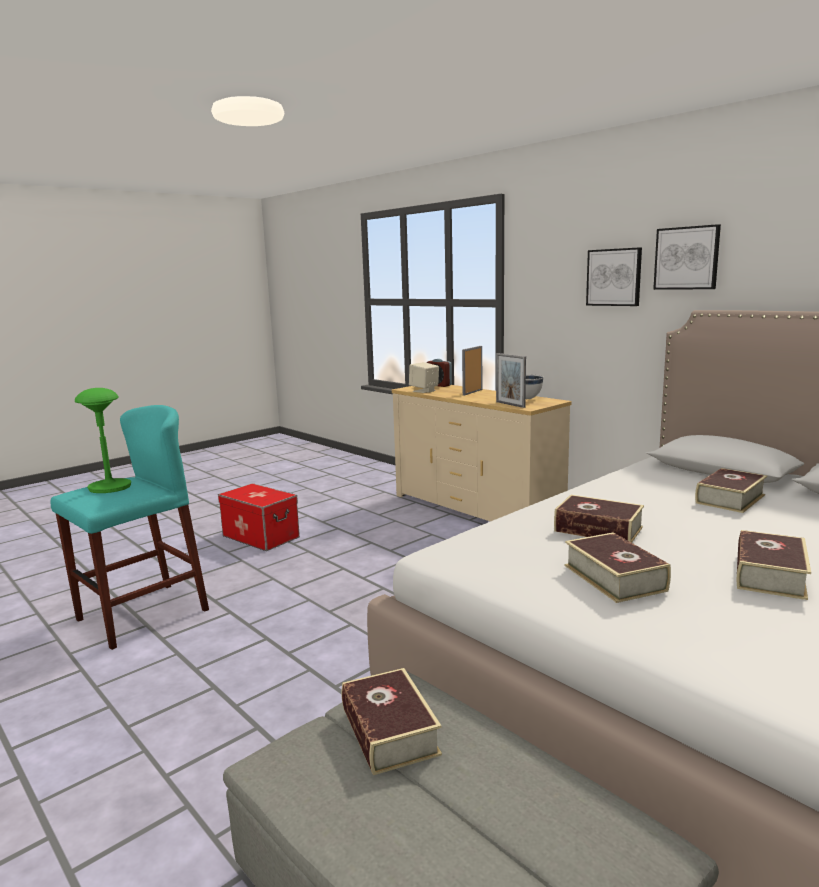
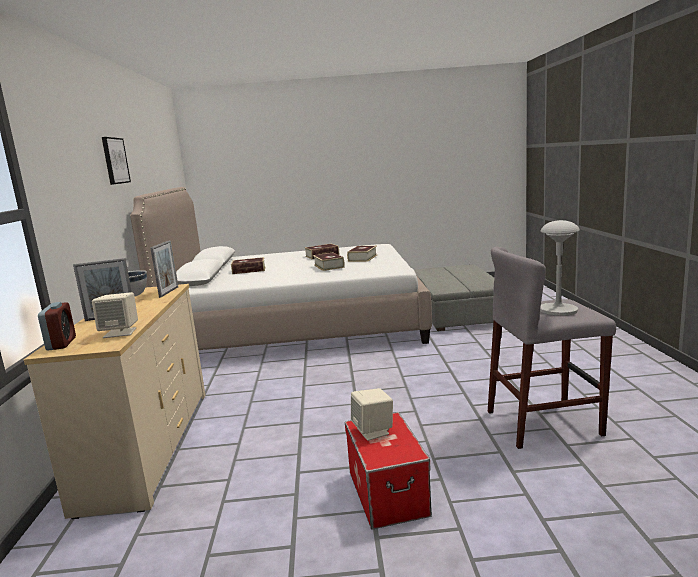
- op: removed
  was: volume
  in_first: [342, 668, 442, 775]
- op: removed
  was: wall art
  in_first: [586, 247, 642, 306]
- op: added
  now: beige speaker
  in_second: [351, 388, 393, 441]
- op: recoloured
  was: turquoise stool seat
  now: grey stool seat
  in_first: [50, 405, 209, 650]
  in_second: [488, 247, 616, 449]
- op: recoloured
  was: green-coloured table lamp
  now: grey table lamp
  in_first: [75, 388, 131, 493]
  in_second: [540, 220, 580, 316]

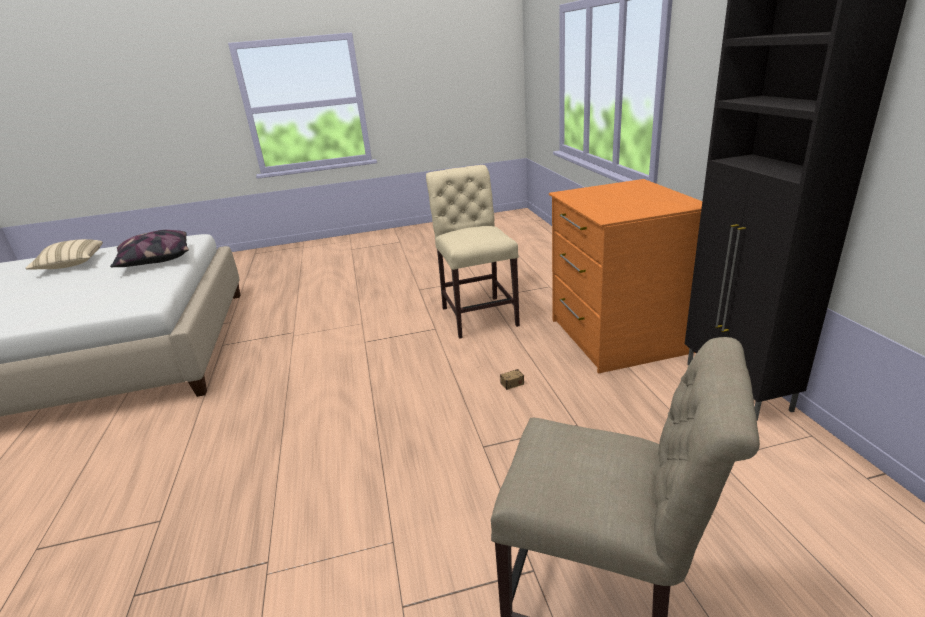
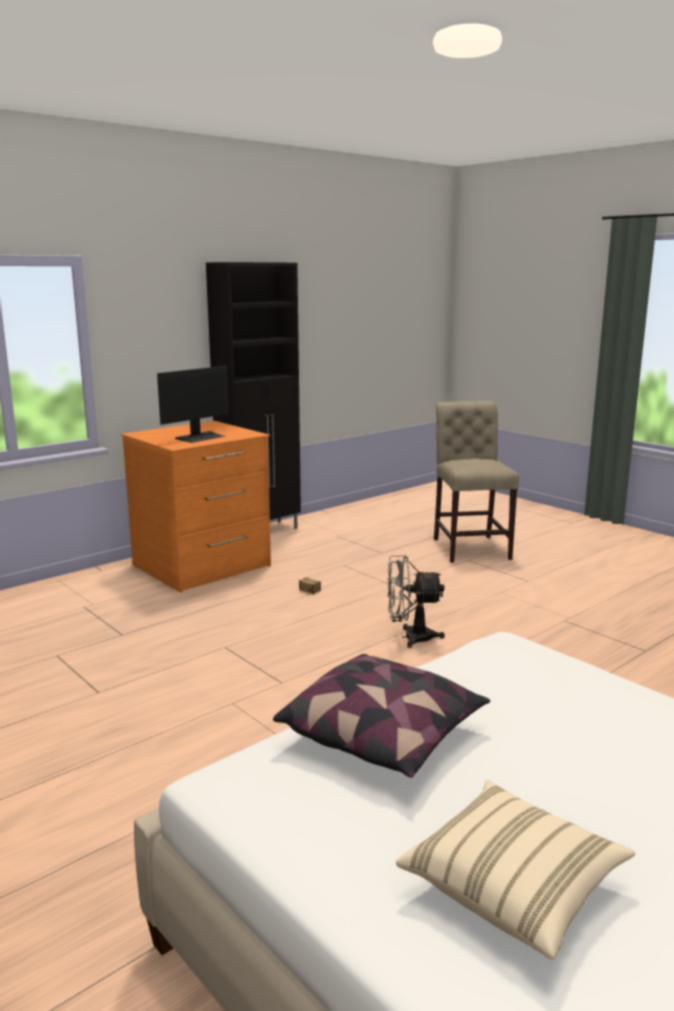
- op: removed
  was: beige chair
  in_first: [426, 165, 520, 339]
- op: added
  now: computer screen
  in_second: [157, 366, 228, 443]
- op: added
  now: grey fan
  in_second: [387, 555, 445, 648]

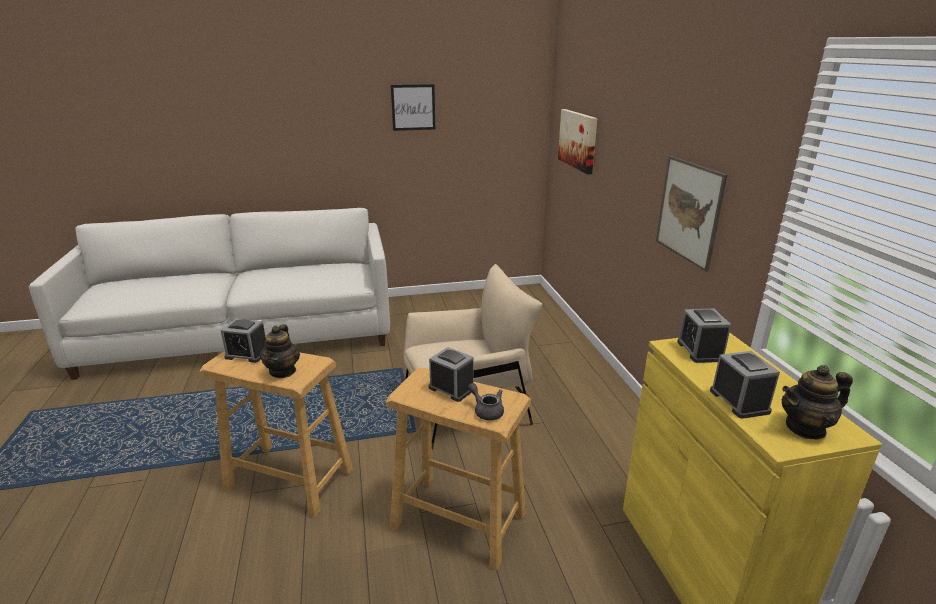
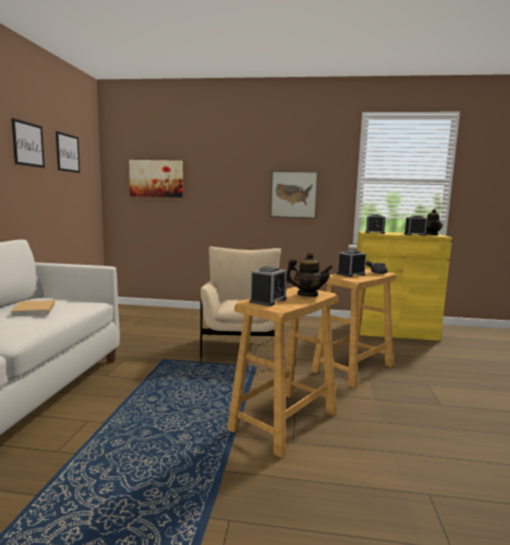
- op: added
  now: beige volume
  in_second: [11, 300, 55, 316]
- op: added
  now: wall art
  in_second: [56, 131, 80, 173]

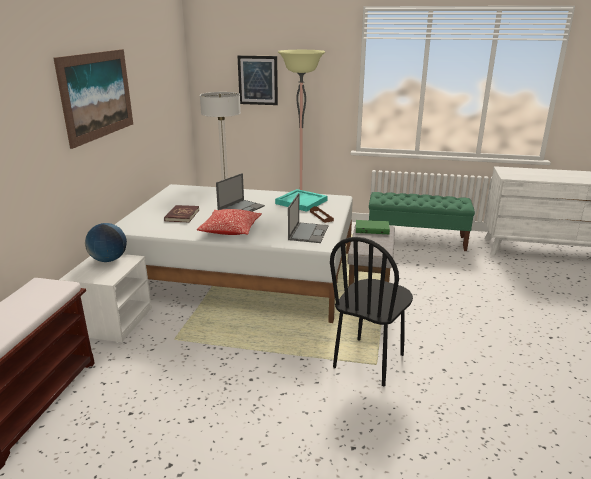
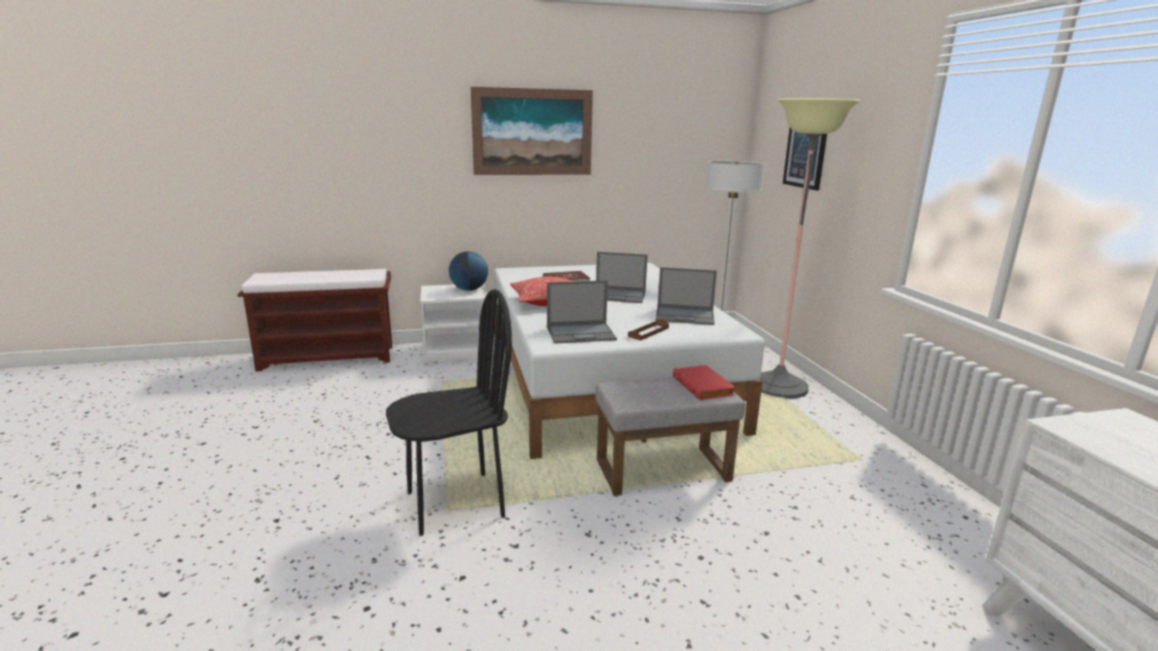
- op: removed
  was: green-coloured bench
  in_first: [369, 192, 475, 251]
- op: replaced
  was: turquoise carrying tray
  now: laptop
  in_first: [275, 189, 328, 212]
  in_second: [655, 267, 717, 325]
- op: recoloured
  was: green-coloured volume
  now: red volume
  in_first: [356, 220, 390, 234]
  in_second: [673, 365, 736, 400]
- op: turned
  was: black chair
  in_first: [330, 237, 413, 386]
  in_second: [386, 289, 512, 536]
  clockwise: 150

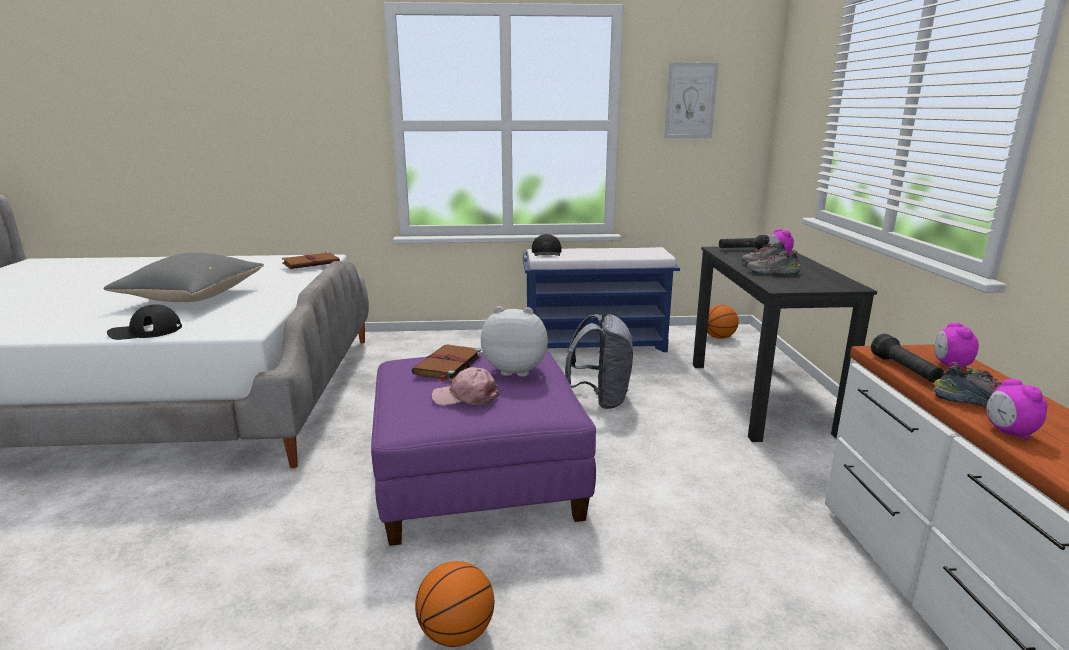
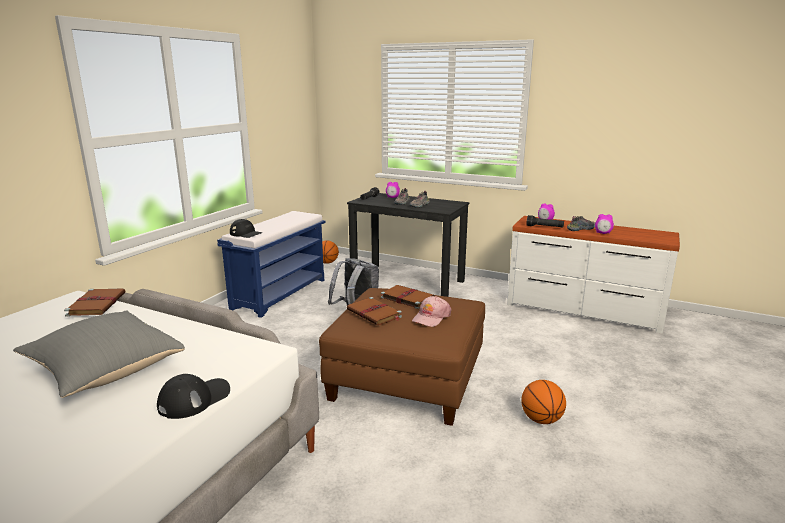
- op: removed
  was: wall art
  in_first: [664, 63, 718, 138]
- op: replaced
  was: cuddly toy
  now: brownish volume
  in_first: [481, 306, 548, 377]
  in_second: [381, 285, 435, 309]
- op: recoloured
  was: purplish pouffe
  now: brownish pouffe
  in_first: [371, 350, 596, 546]
  in_second: [319, 288, 485, 426]
- op: turned
  was: black cap
  in_first: [107, 304, 182, 340]
  in_second: [157, 374, 230, 419]
  clockwise: -150

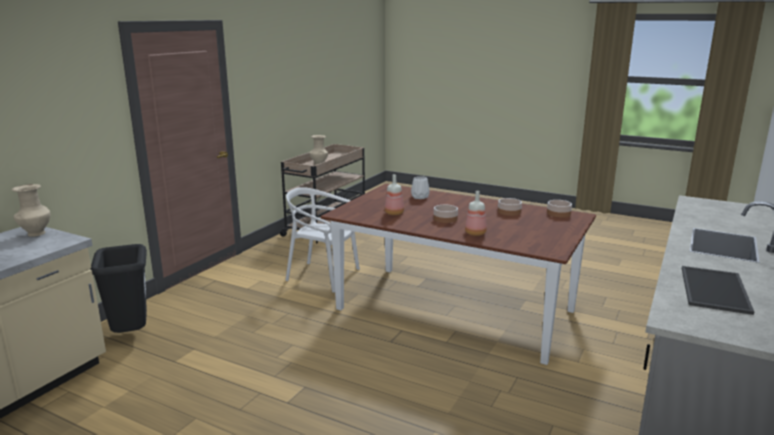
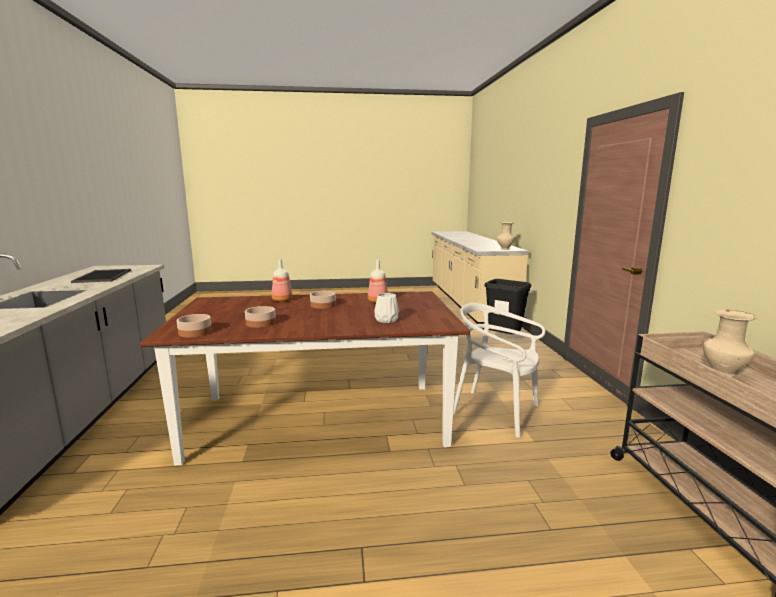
- op: turned
  was: white-coloured chair
  in_first: [285, 187, 360, 293]
  in_second: [453, 303, 546, 438]
  clockwise: -135

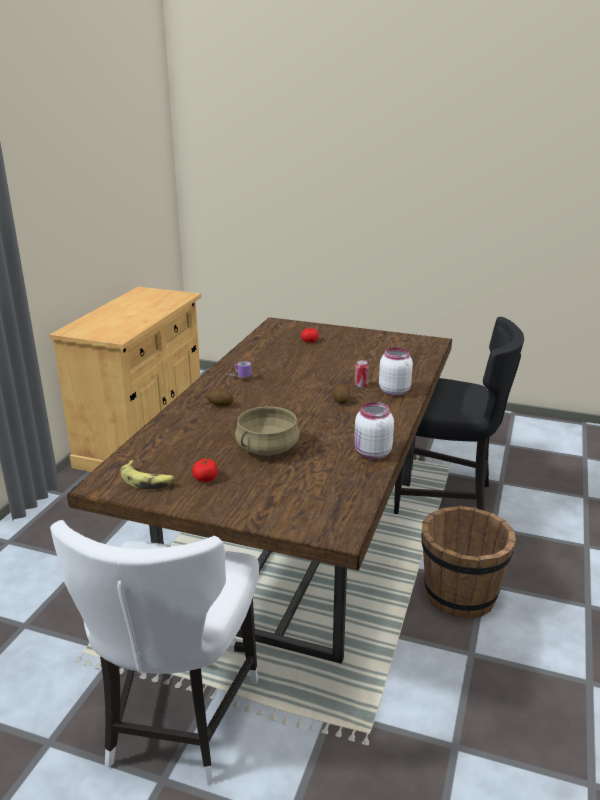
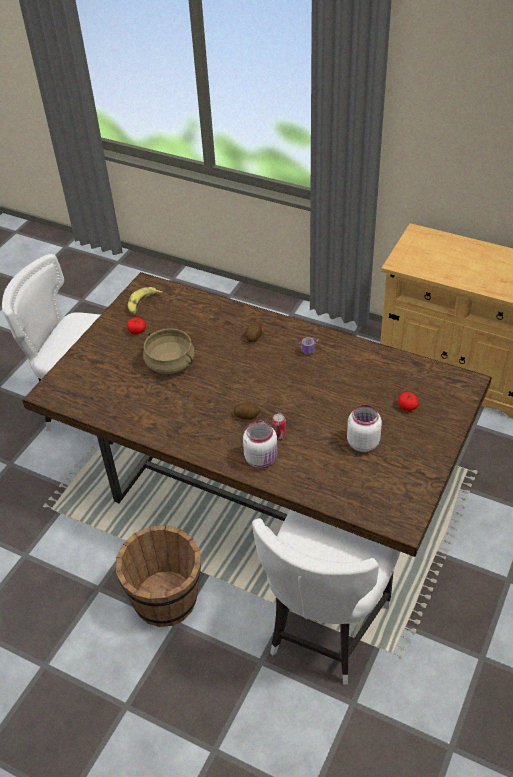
- op: moved
  was: white-coloured storage jar
  in_first: [354, 402, 394, 459]
  in_second: [347, 405, 382, 452]
- op: recoloured
  was: black chair
  now: white-coloured chair
  in_first: [394, 317, 524, 514]
  in_second: [252, 510, 400, 685]

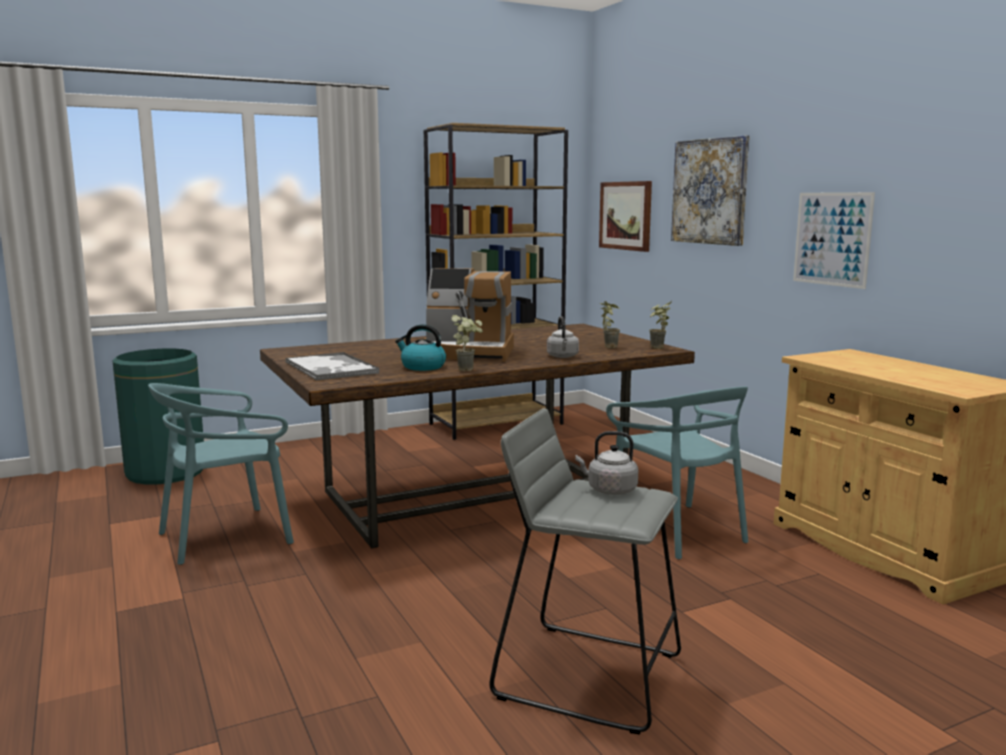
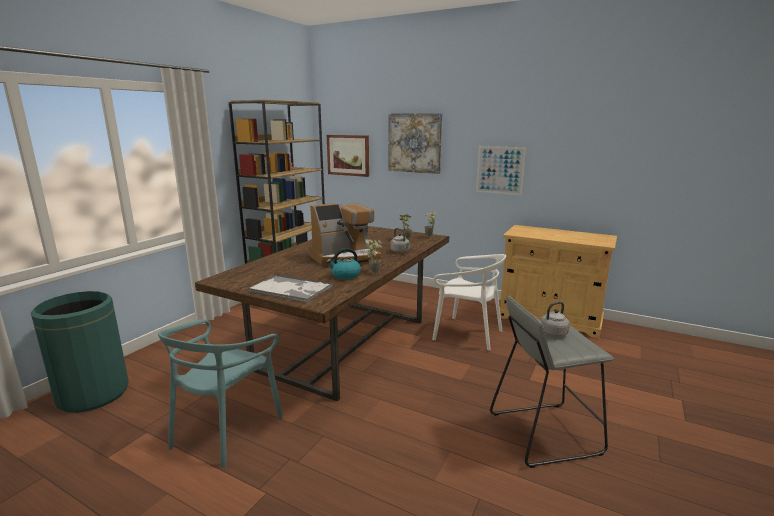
- op: recoloured
  was: turquoise chair
  now: white-coloured chair
  in_first: [606, 387, 748, 559]
  in_second: [432, 254, 506, 351]

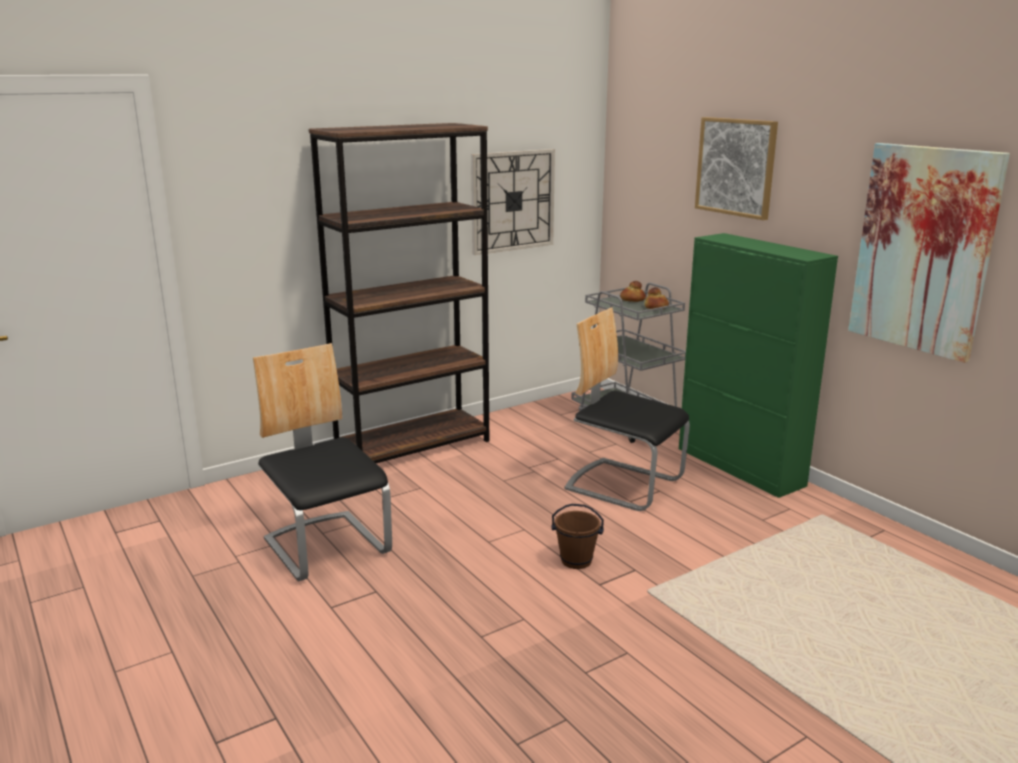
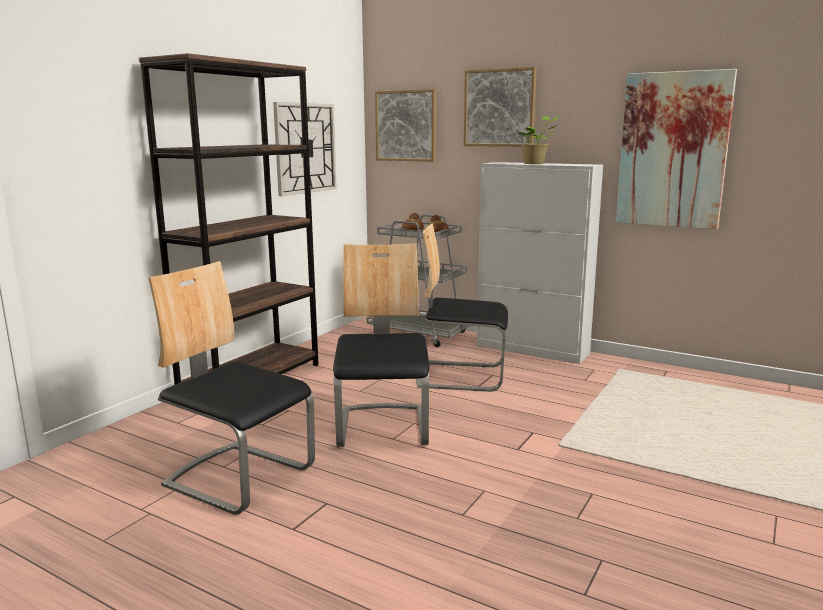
- op: removed
  was: brownish water bucket
  in_first: [552, 504, 604, 569]
- op: added
  now: chair
  in_second: [333, 243, 429, 447]
- op: added
  now: wall art
  in_second: [375, 89, 436, 162]
- op: added
  now: plant in a pot
  in_second: [518, 116, 560, 164]
- op: recoloured
  was: green-coloured cupboard
  now: white-coloured cupboard
  in_first: [679, 233, 838, 498]
  in_second: [477, 162, 603, 364]

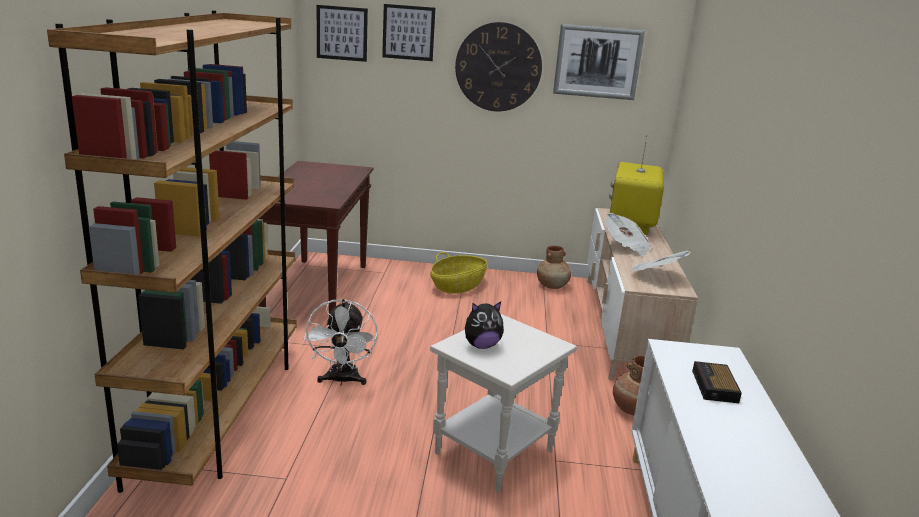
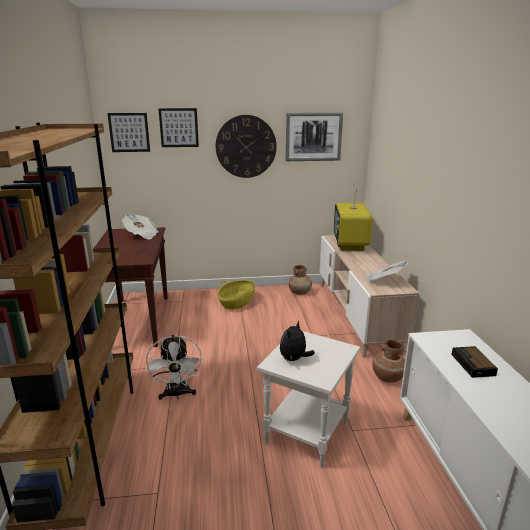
- op: moved
  was: newspaper
  in_first: [604, 213, 652, 257]
  in_second: [122, 214, 159, 239]
- op: turned
  was: cuddly toy
  in_first: [465, 301, 504, 349]
  in_second: [280, 321, 315, 362]
  clockwise: 150

